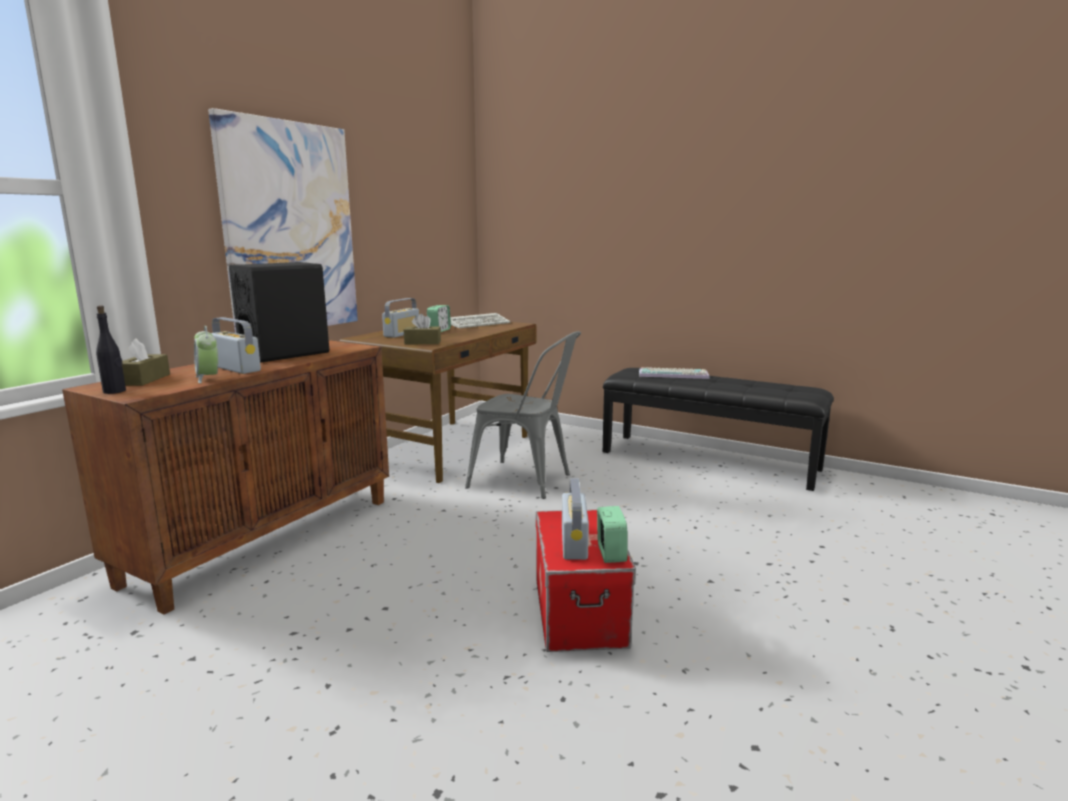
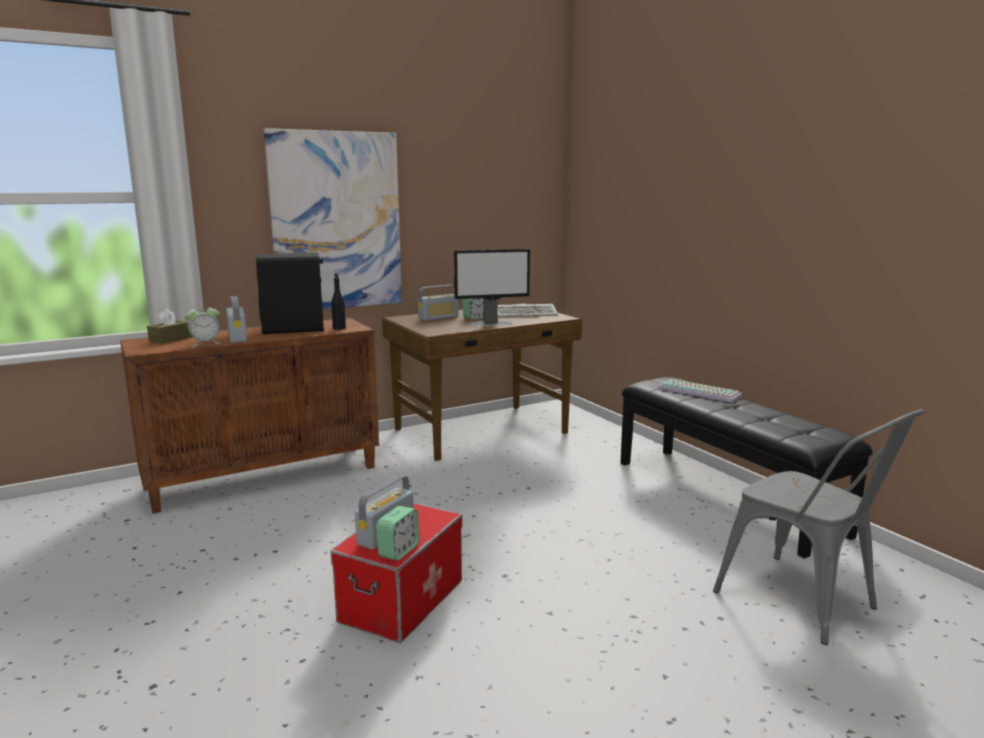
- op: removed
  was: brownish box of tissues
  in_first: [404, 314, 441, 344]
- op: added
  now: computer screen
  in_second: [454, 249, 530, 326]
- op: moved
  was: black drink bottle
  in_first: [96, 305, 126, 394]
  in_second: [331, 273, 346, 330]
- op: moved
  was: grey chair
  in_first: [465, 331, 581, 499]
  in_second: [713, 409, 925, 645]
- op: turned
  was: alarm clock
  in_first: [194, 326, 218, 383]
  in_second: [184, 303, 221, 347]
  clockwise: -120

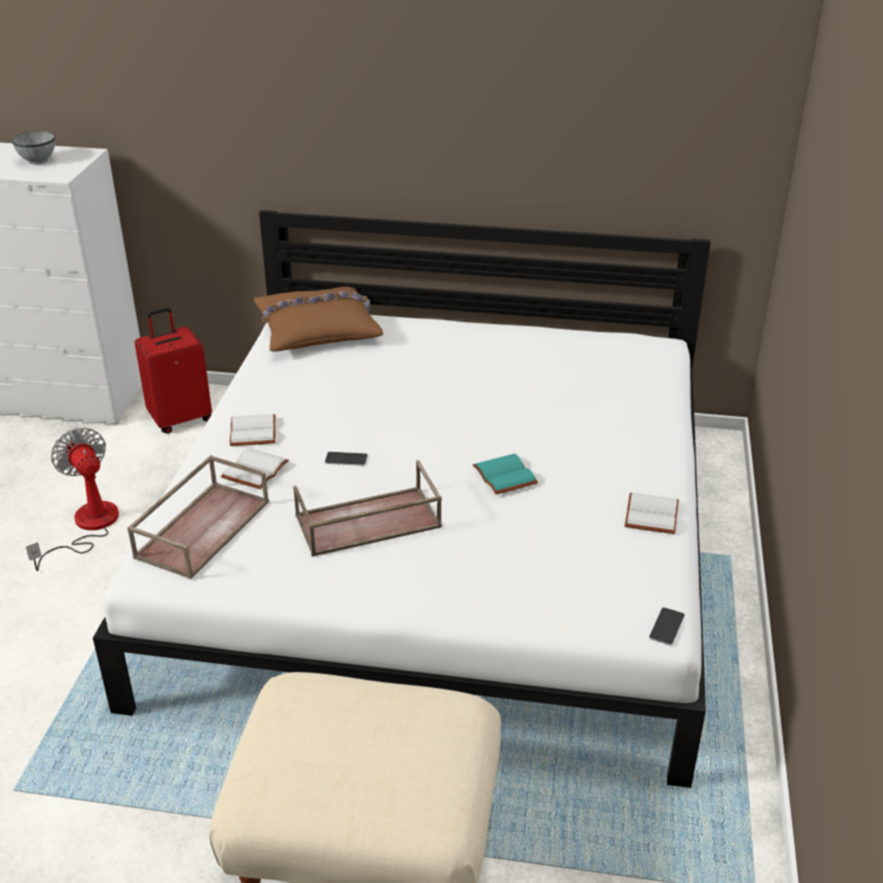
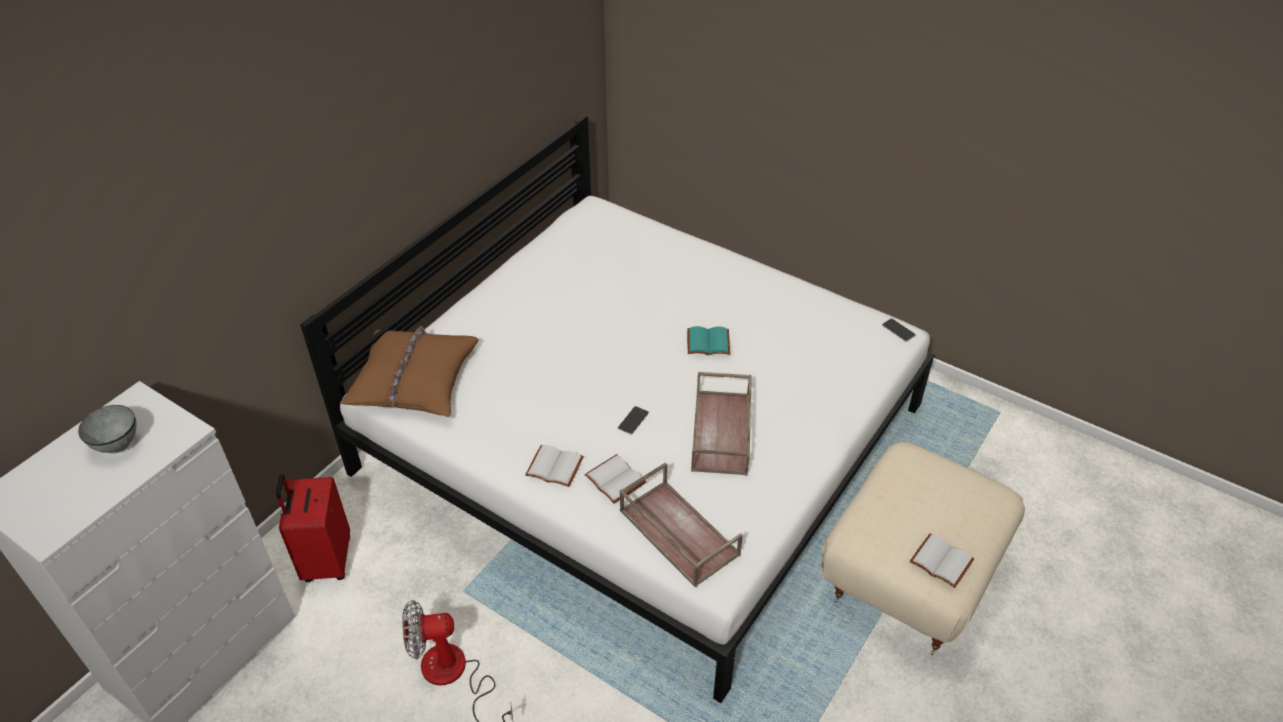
- op: moved
  was: white-coloured volume
  in_first: [625, 493, 679, 534]
  in_second: [910, 534, 974, 588]

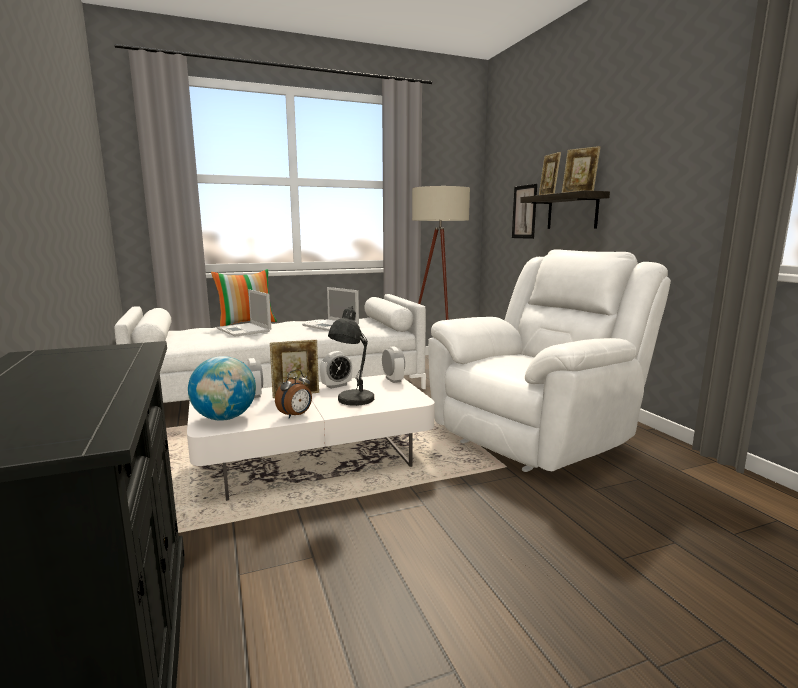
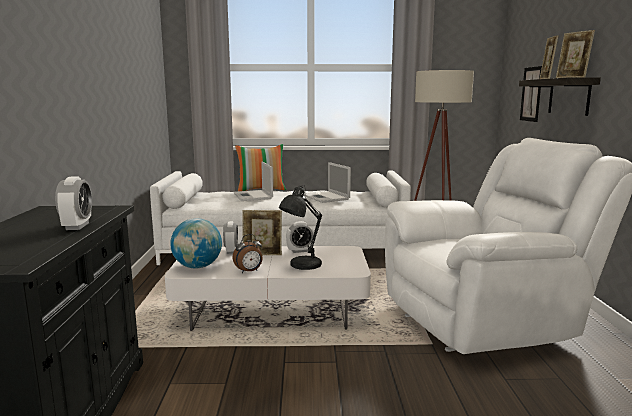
- op: moved
  was: alarm clock
  in_first: [382, 346, 405, 383]
  in_second: [55, 176, 92, 230]

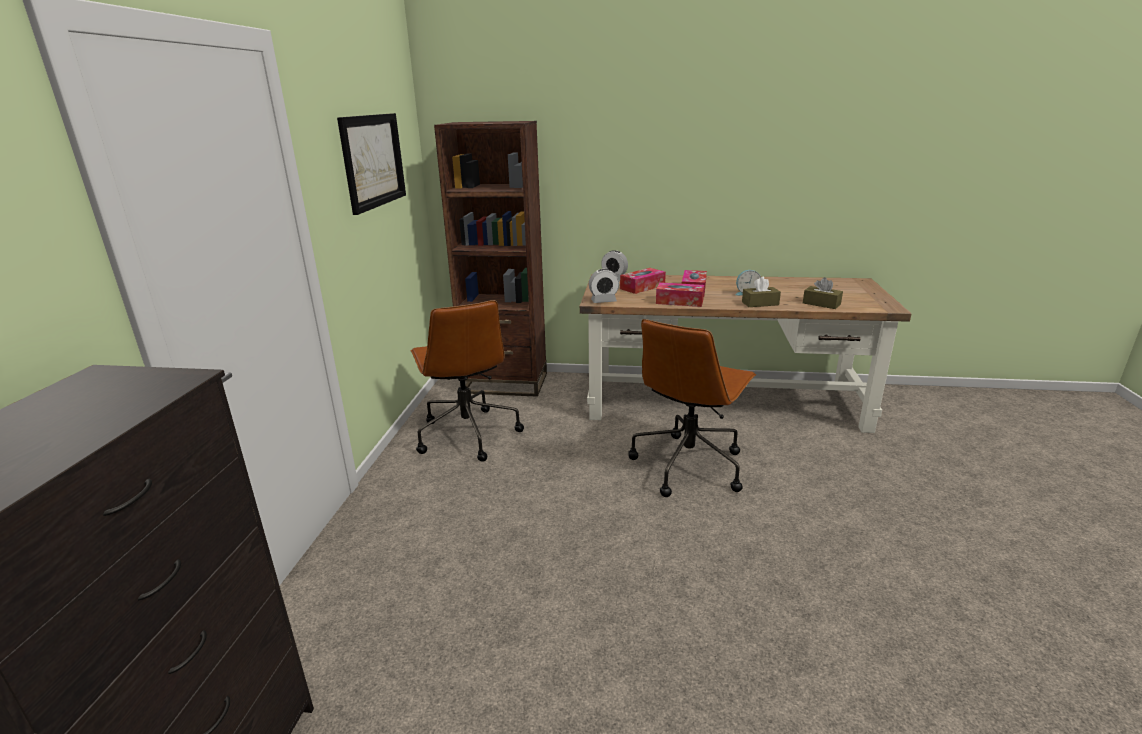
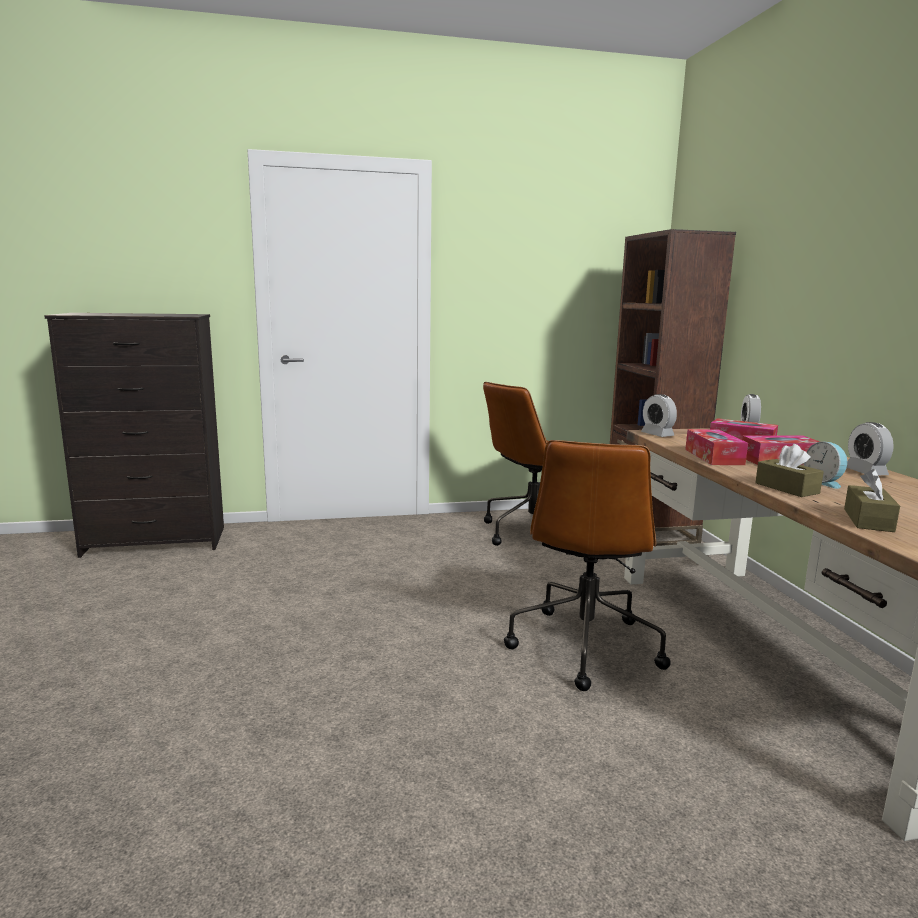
- op: removed
  was: wall art
  in_first: [337, 113, 406, 215]
- op: added
  now: alarm clock
  in_second: [847, 422, 894, 475]
- op: turned
  was: brownish office chair
  in_first: [628, 319, 756, 497]
  in_second: [504, 440, 671, 691]
  clockwise: -90

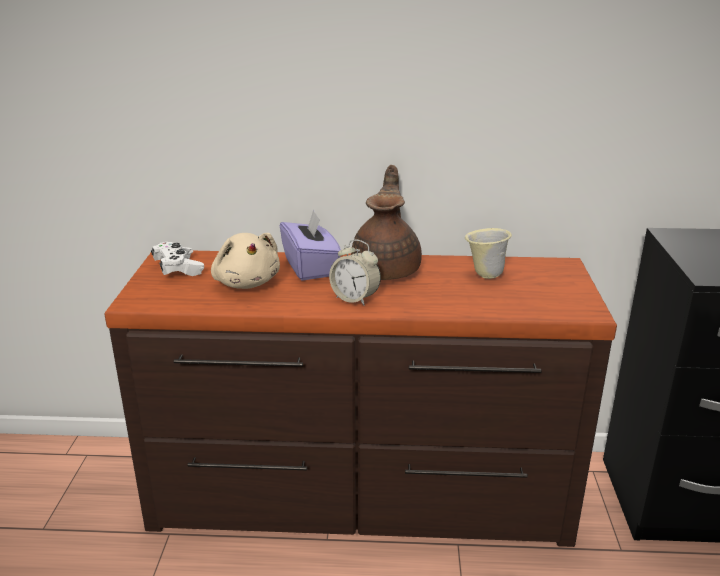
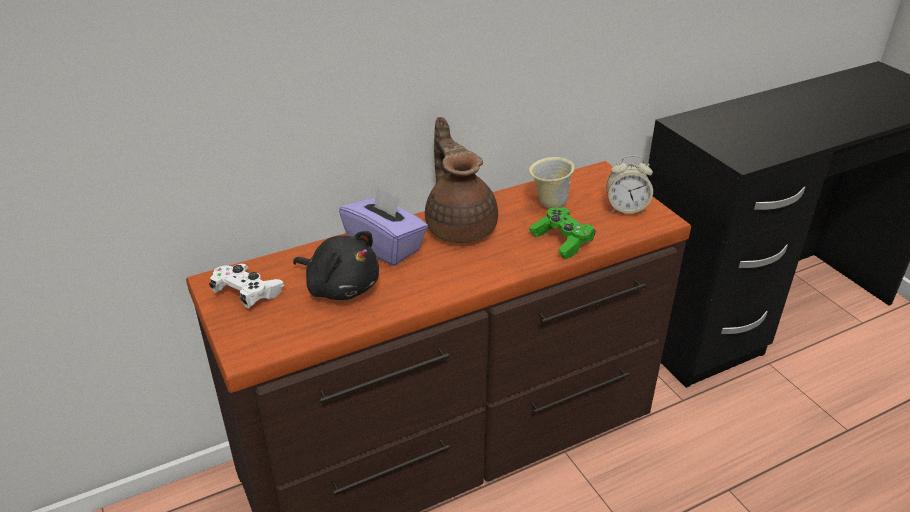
- op: added
  now: green-coloured joypad
  in_second: [529, 207, 596, 259]
- op: moved
  was: alarm clock
  in_first: [329, 240, 381, 306]
  in_second: [606, 155, 653, 214]
- op: recoloured
  was: beige cuddly toy
  now: black cuddly toy
  in_first: [211, 233, 280, 289]
  in_second: [293, 231, 379, 300]

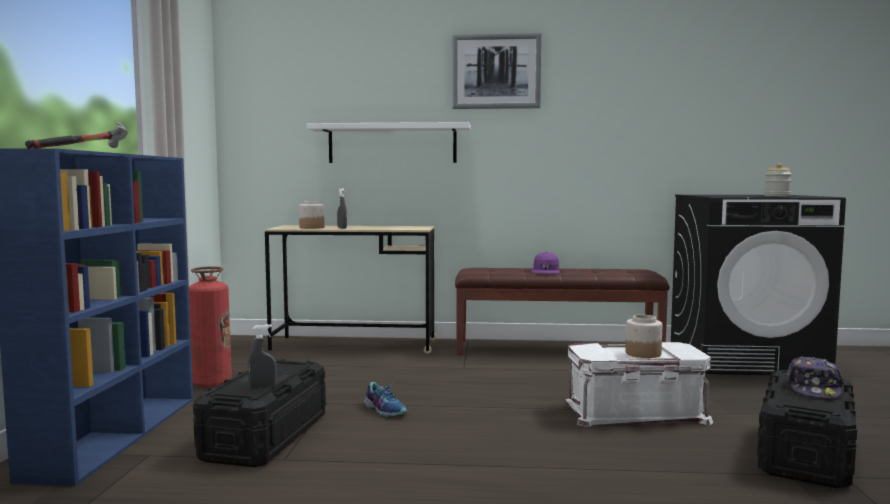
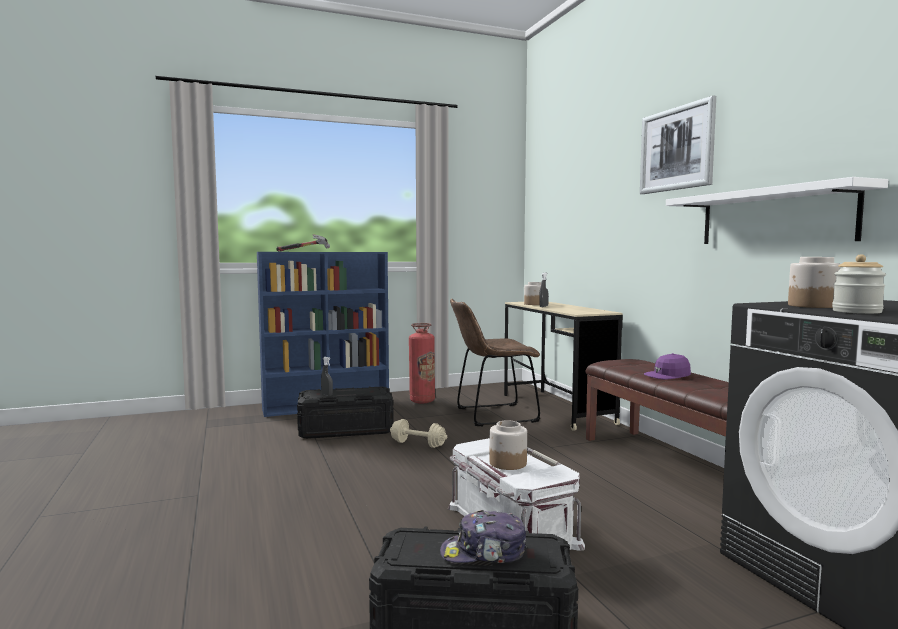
- op: added
  now: brownish chair
  in_second: [450, 299, 540, 426]
- op: added
  now: storage jar
  in_second: [788, 257, 841, 308]
- op: moved
  was: white-coloured wall shelf
  in_first: [307, 122, 471, 163]
  in_second: [666, 177, 888, 244]
- op: replaced
  was: low shoe
  now: beige dumbbell
  in_first: [364, 382, 407, 418]
  in_second: [390, 419, 447, 448]

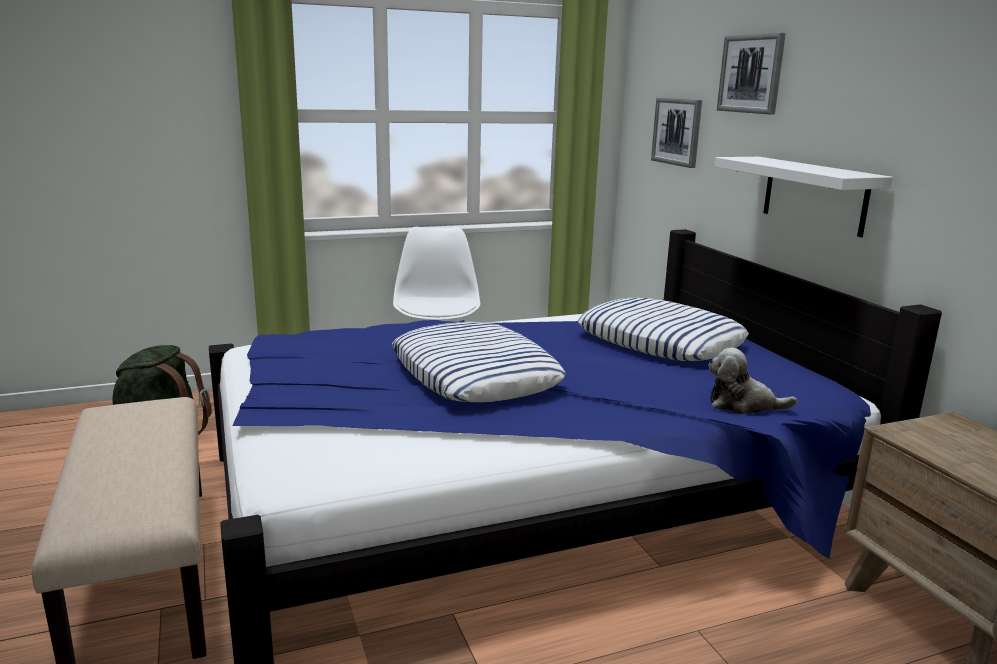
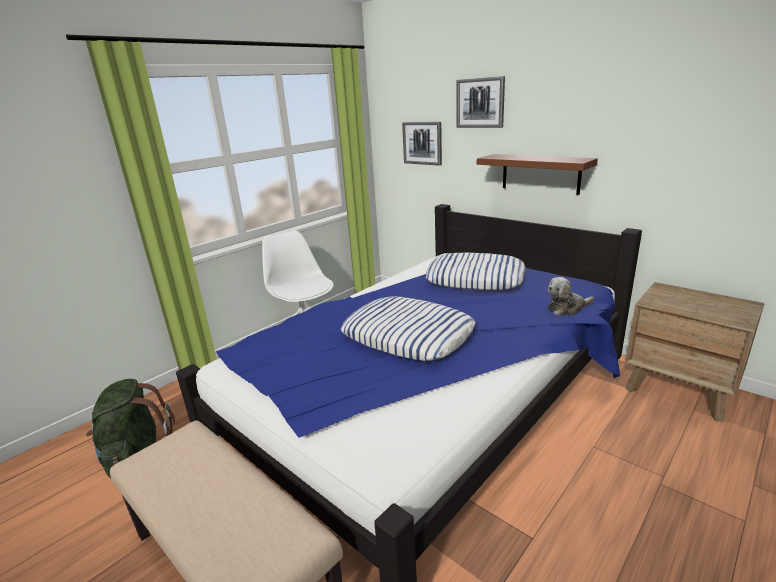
- op: recoloured
  was: white-coloured wall shelf
  now: brownish wall shelf
  in_first: [715, 157, 893, 237]
  in_second: [477, 154, 598, 195]

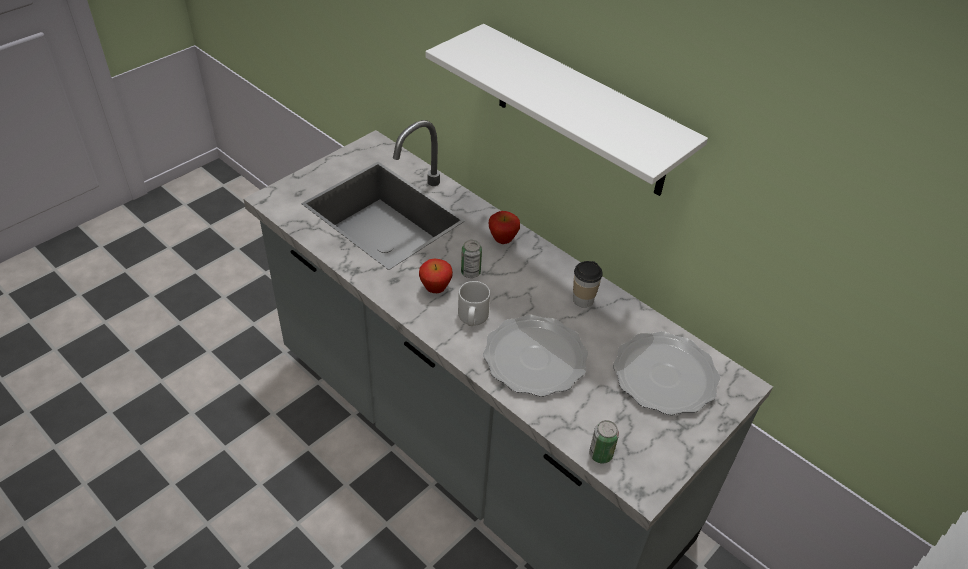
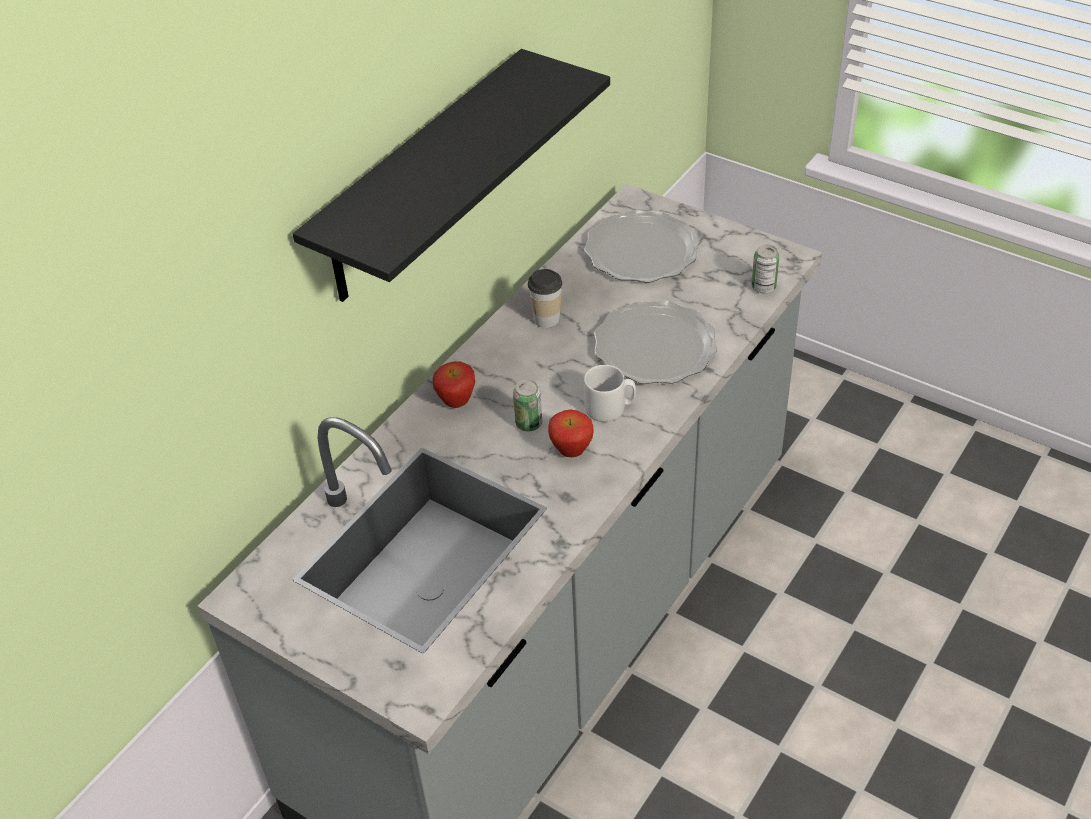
- op: recoloured
  was: white-coloured wall shelf
  now: black wall shelf
  in_first: [425, 24, 708, 196]
  in_second: [293, 49, 610, 302]

